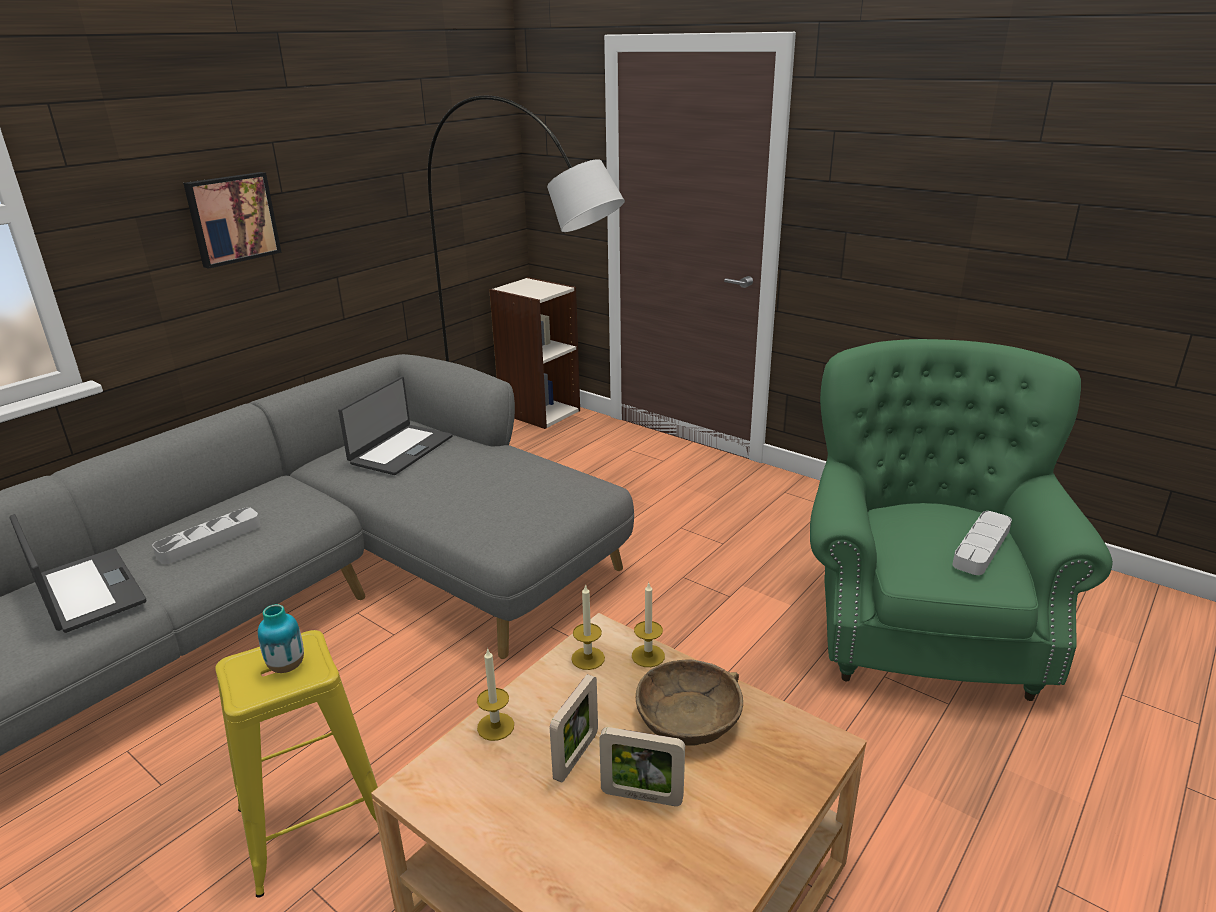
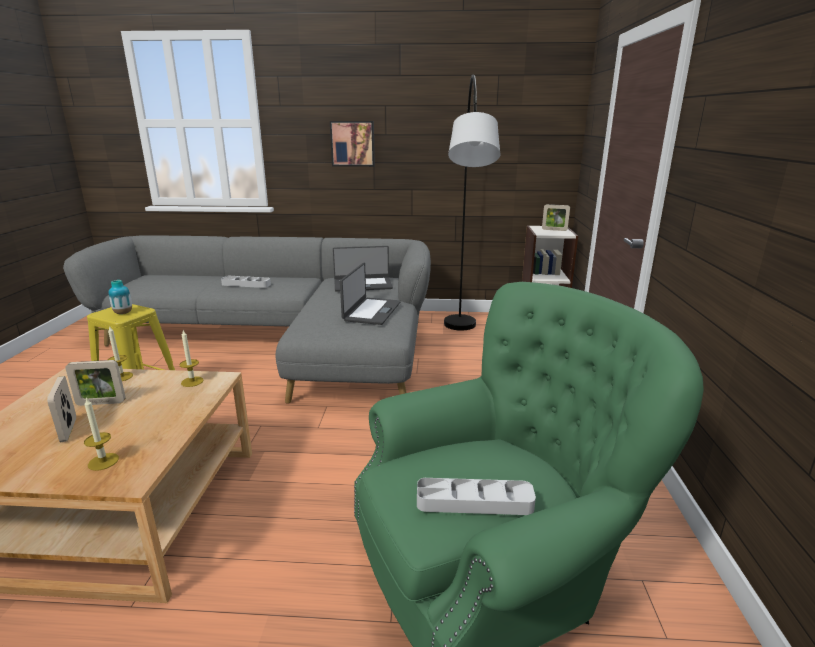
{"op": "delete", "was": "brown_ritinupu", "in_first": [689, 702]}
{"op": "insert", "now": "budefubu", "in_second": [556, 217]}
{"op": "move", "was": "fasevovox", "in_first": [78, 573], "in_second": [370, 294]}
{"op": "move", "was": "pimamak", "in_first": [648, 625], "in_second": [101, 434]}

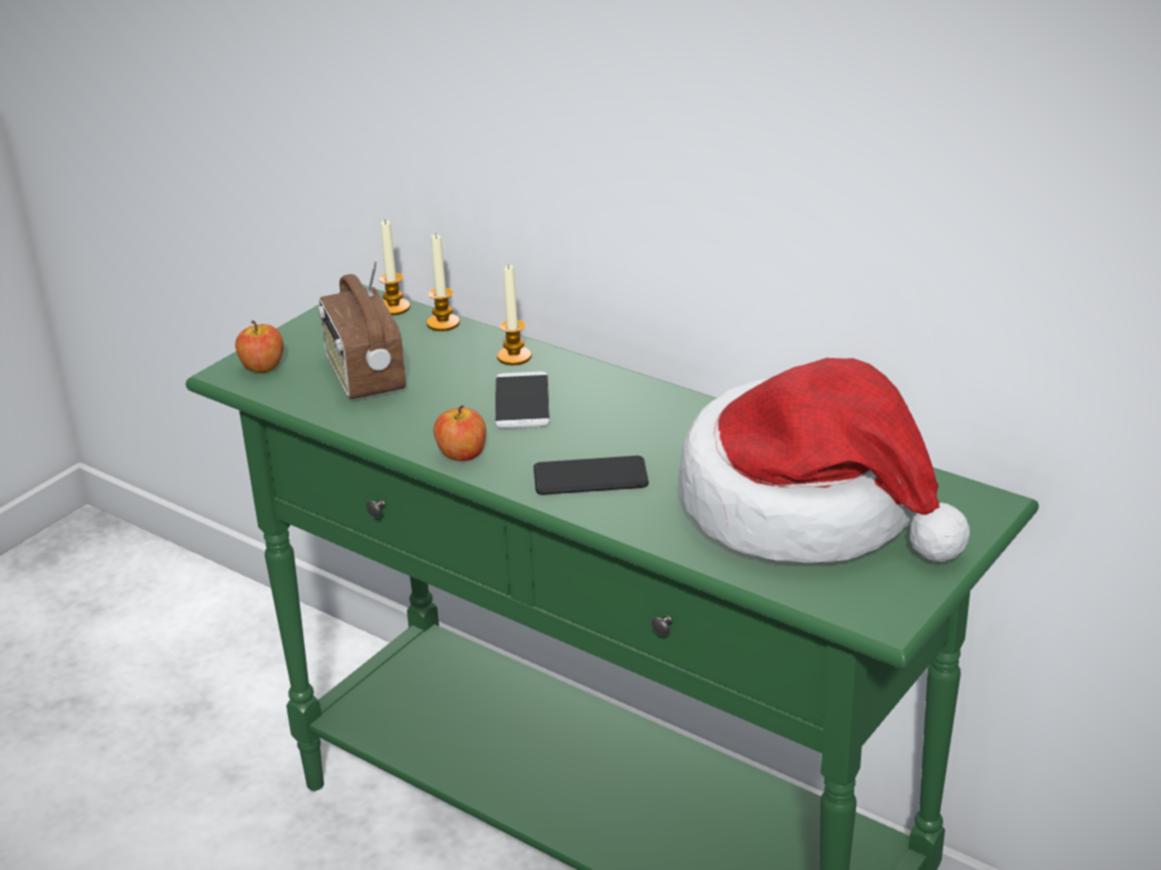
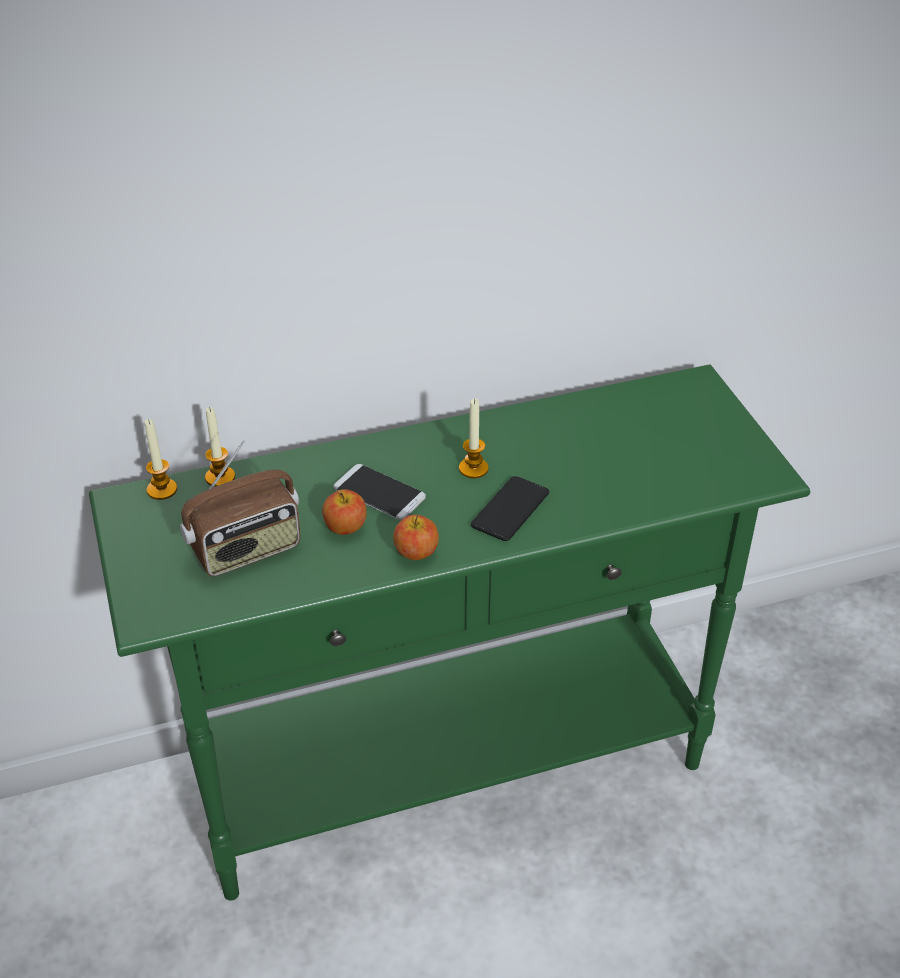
{"op": "delete", "was": "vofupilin", "in_first": [824, 460]}
{"op": "move", "was": "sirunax", "in_first": [259, 346], "in_second": [344, 512]}
{"op": "move", "was": "pimamak", "in_first": [514, 314], "in_second": [474, 438]}
{"op": "rotate", "was": "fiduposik", "in_first": [362, 329], "in_second": [240, 508], "clockwise": -45}

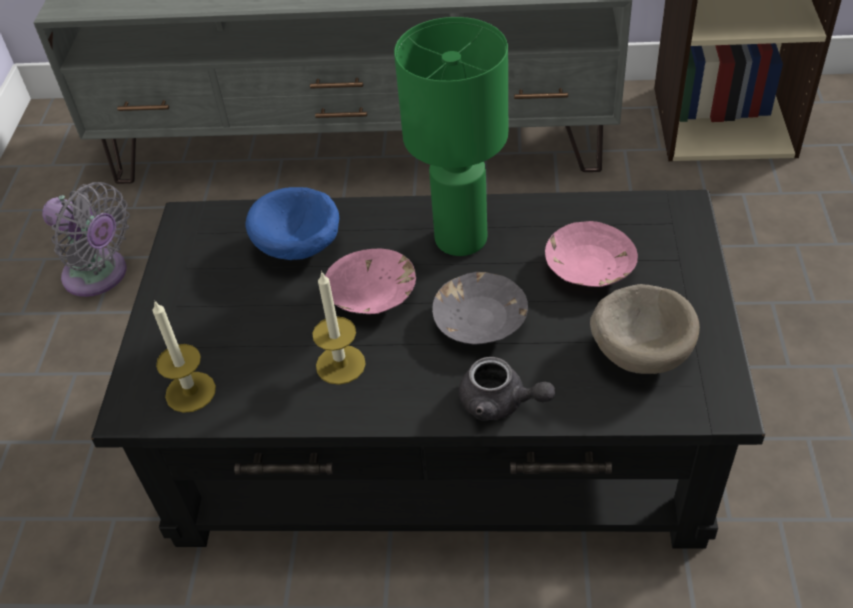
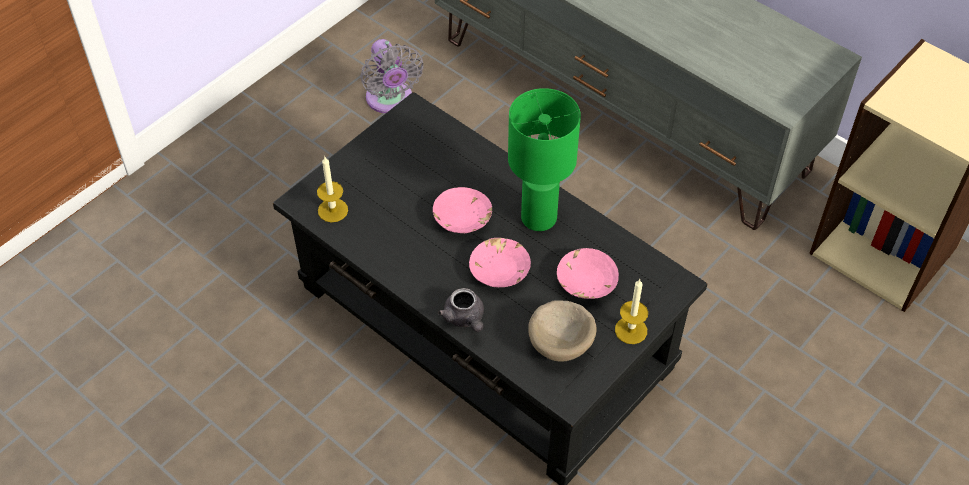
{"op": "delete", "was": "blue_ritinupu", "in_first": [292, 223]}
{"op": "move", "was": "pimamak", "in_first": [339, 328], "in_second": [631, 311]}
{"op": "recolor", "was": "grey_ritinupu", "now": "pink_ritinupu", "in_first": [480, 308], "in_second": [500, 262]}

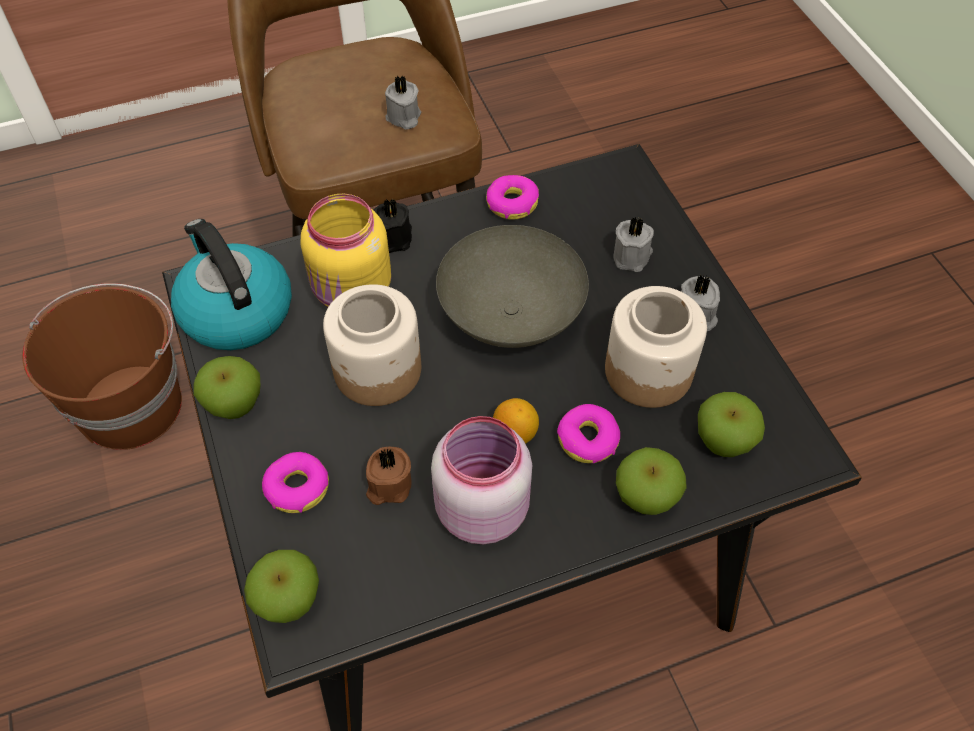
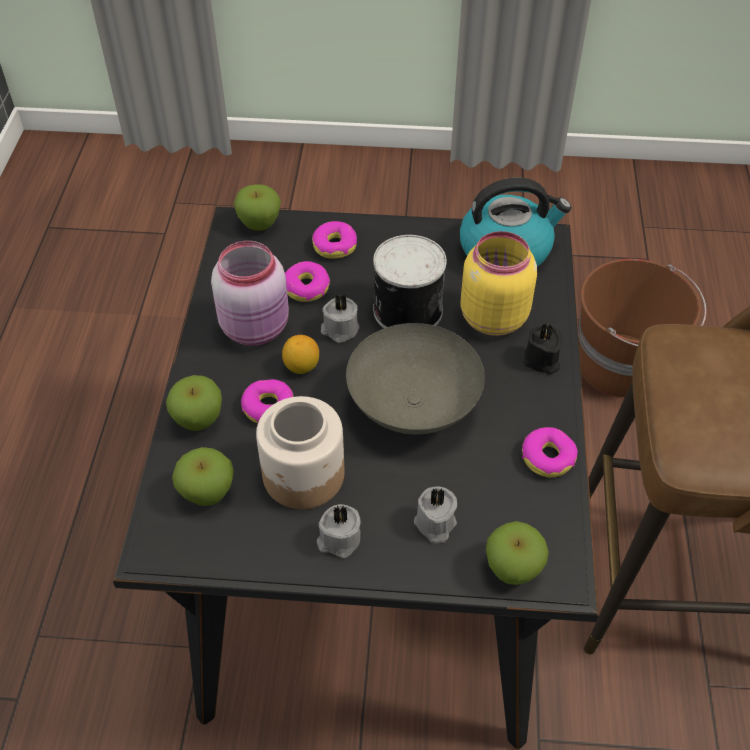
{"op": "move", "was": "sirunax", "in_first": [227, 387], "in_second": [517, 553]}
{"op": "move", "was": "grey_pimamak", "in_first": [403, 102], "in_second": [340, 318]}
{"op": "replace", "was": "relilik", "now": "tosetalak", "in_first": [372, 345], "in_second": [410, 281]}
{"op": "replace", "was": "brown_pimamak", "now": "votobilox", "in_first": [389, 476], "in_second": [307, 281]}

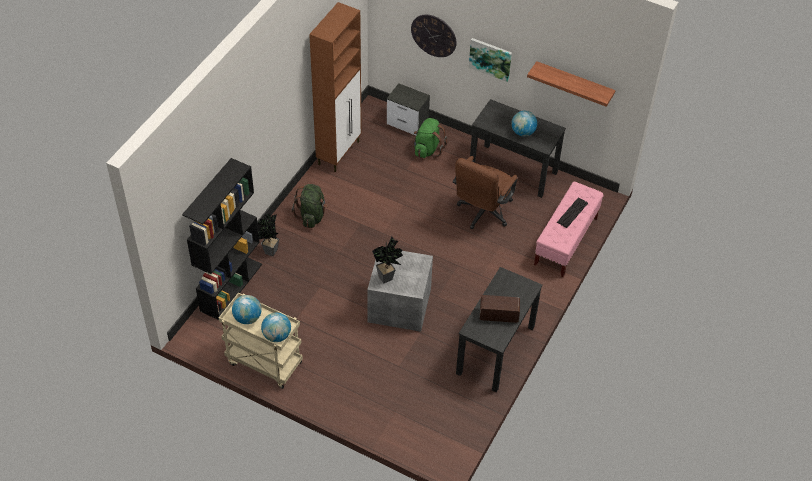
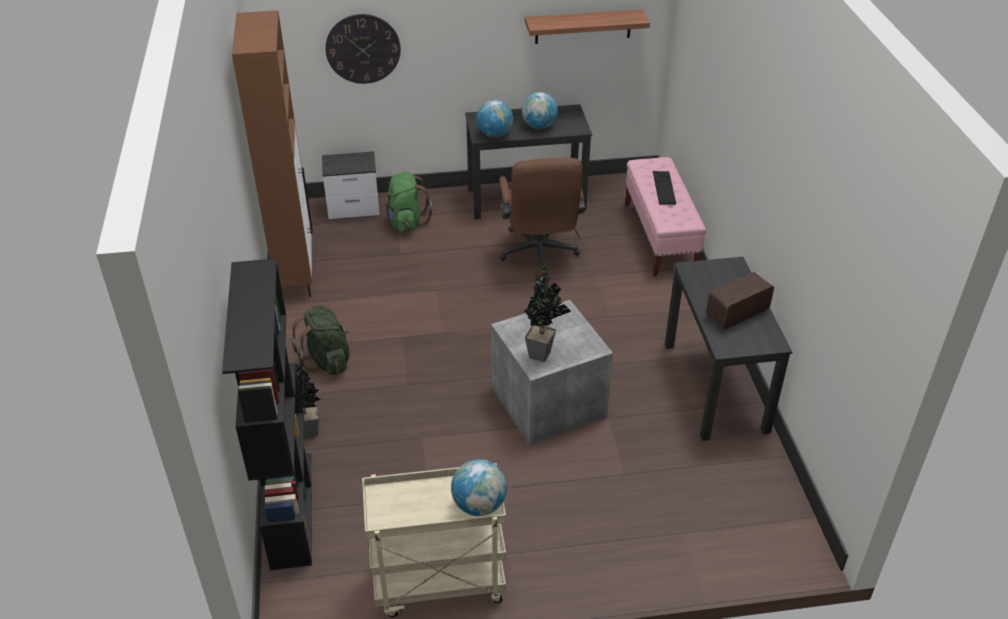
{"op": "delete", "was": "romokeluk", "in_first": [490, 60]}
{"op": "move", "was": "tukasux", "in_first": [246, 309], "in_second": [494, 118]}

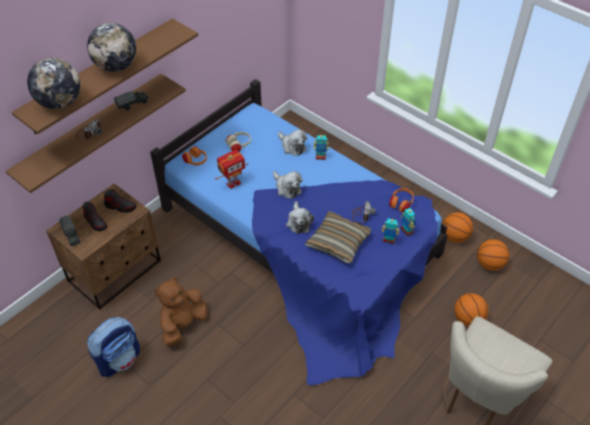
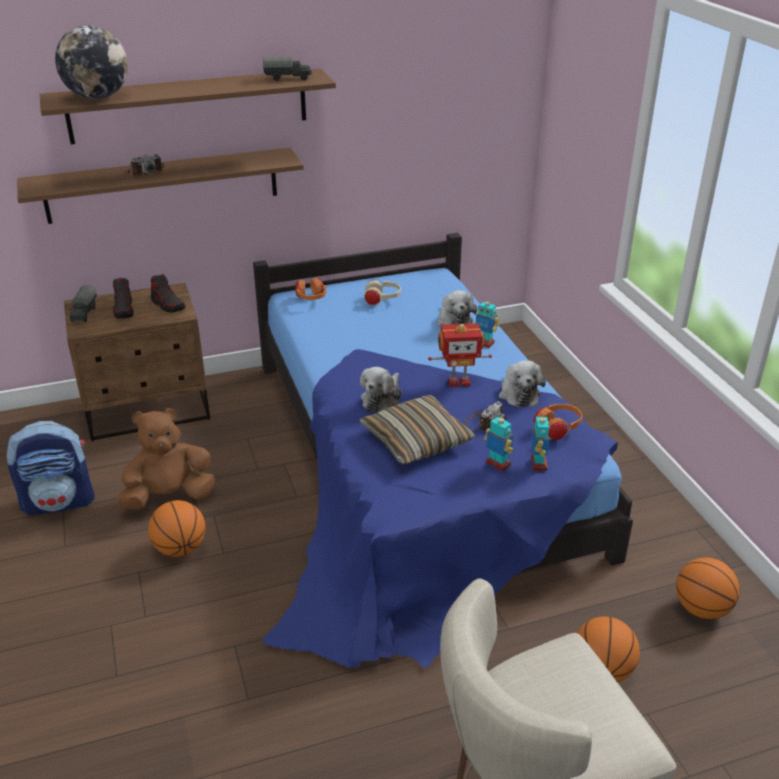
{"op": "delete", "was": "tukasux", "in_first": [111, 47]}
{"op": "move", "was": "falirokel", "in_first": [131, 100], "in_second": [287, 68]}
{"op": "move", "was": "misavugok", "in_first": [231, 169], "in_second": [460, 355]}
{"op": "move", "was": "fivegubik", "in_first": [287, 185], "in_second": [522, 383]}
{"op": "move", "was": "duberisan", "in_first": [458, 227], "in_second": [177, 528]}

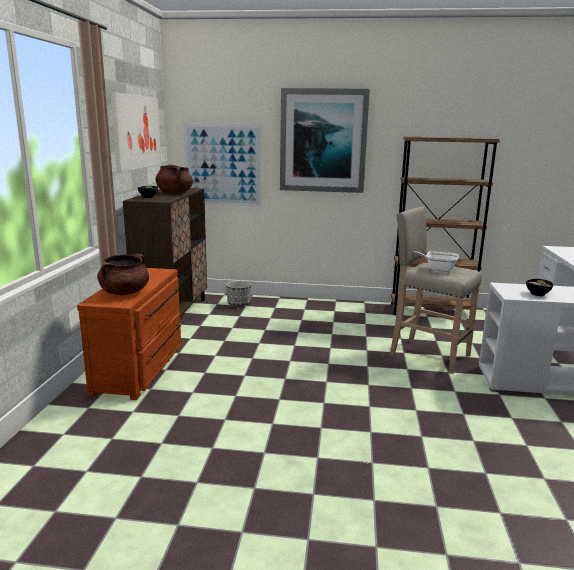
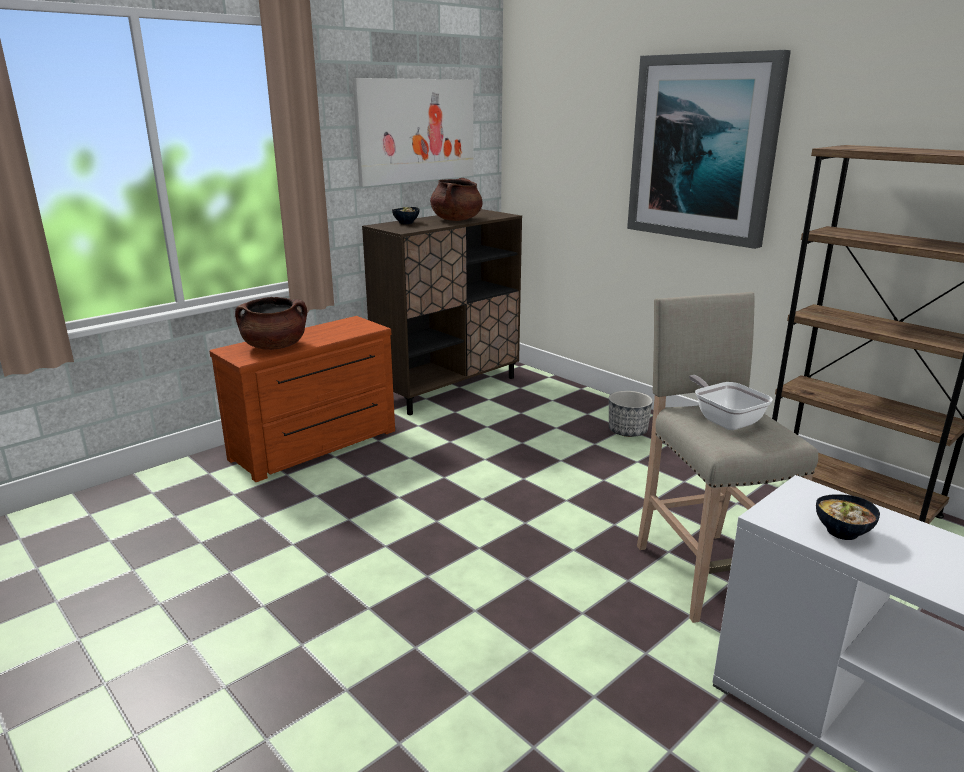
{"op": "delete", "was": "romokeluk", "in_first": [223, 165]}
{"op": "move", "was": "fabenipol", "in_first": [239, 294], "in_second": [631, 414]}

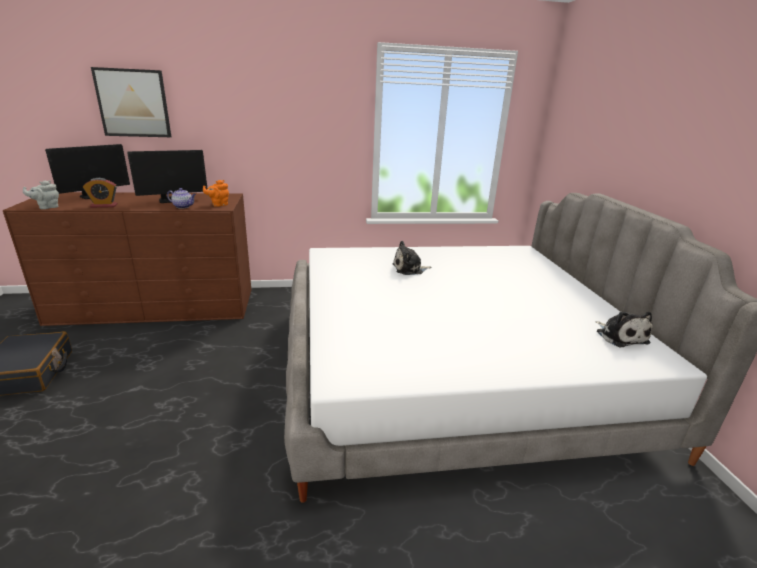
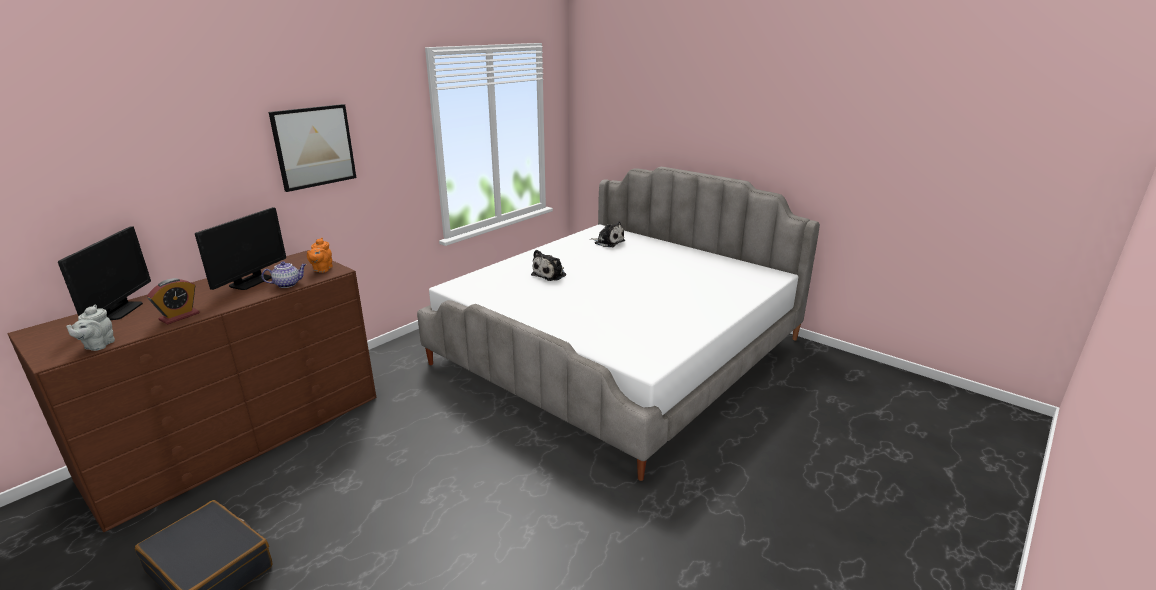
{"op": "move", "was": "romokeluk", "in_first": [131, 102], "in_second": [312, 148]}
{"op": "move", "was": "fivegubik", "in_first": [624, 329], "in_second": [607, 234]}

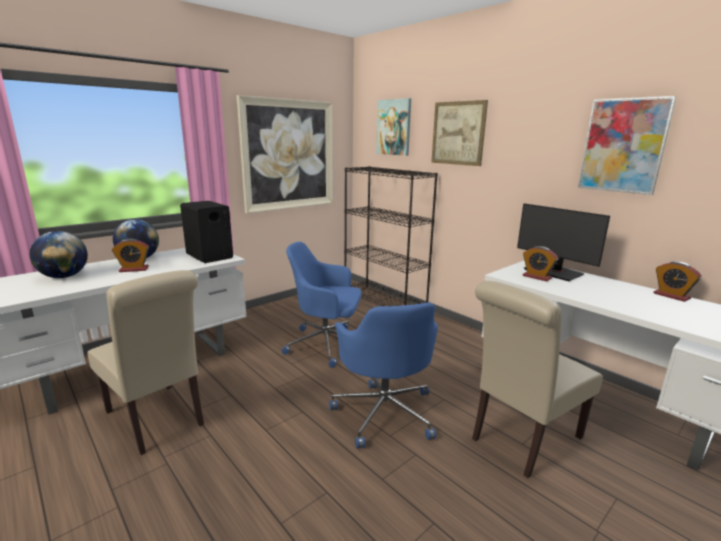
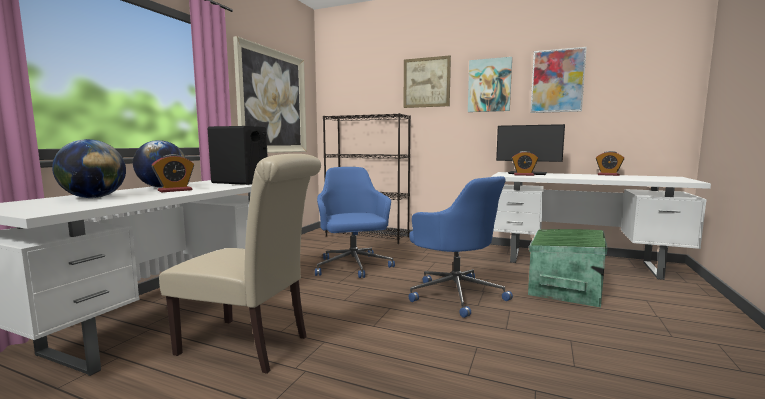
{"op": "move", "was": "romokeluk", "in_first": [393, 127], "in_second": [490, 84]}
{"op": "replace", "was": "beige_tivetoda", "now": "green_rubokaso", "in_first": [537, 379], "in_second": [567, 268]}
{"op": "rotate", "was": "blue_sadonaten", "in_first": [322, 305], "in_second": [355, 222], "clockwise": 90}

